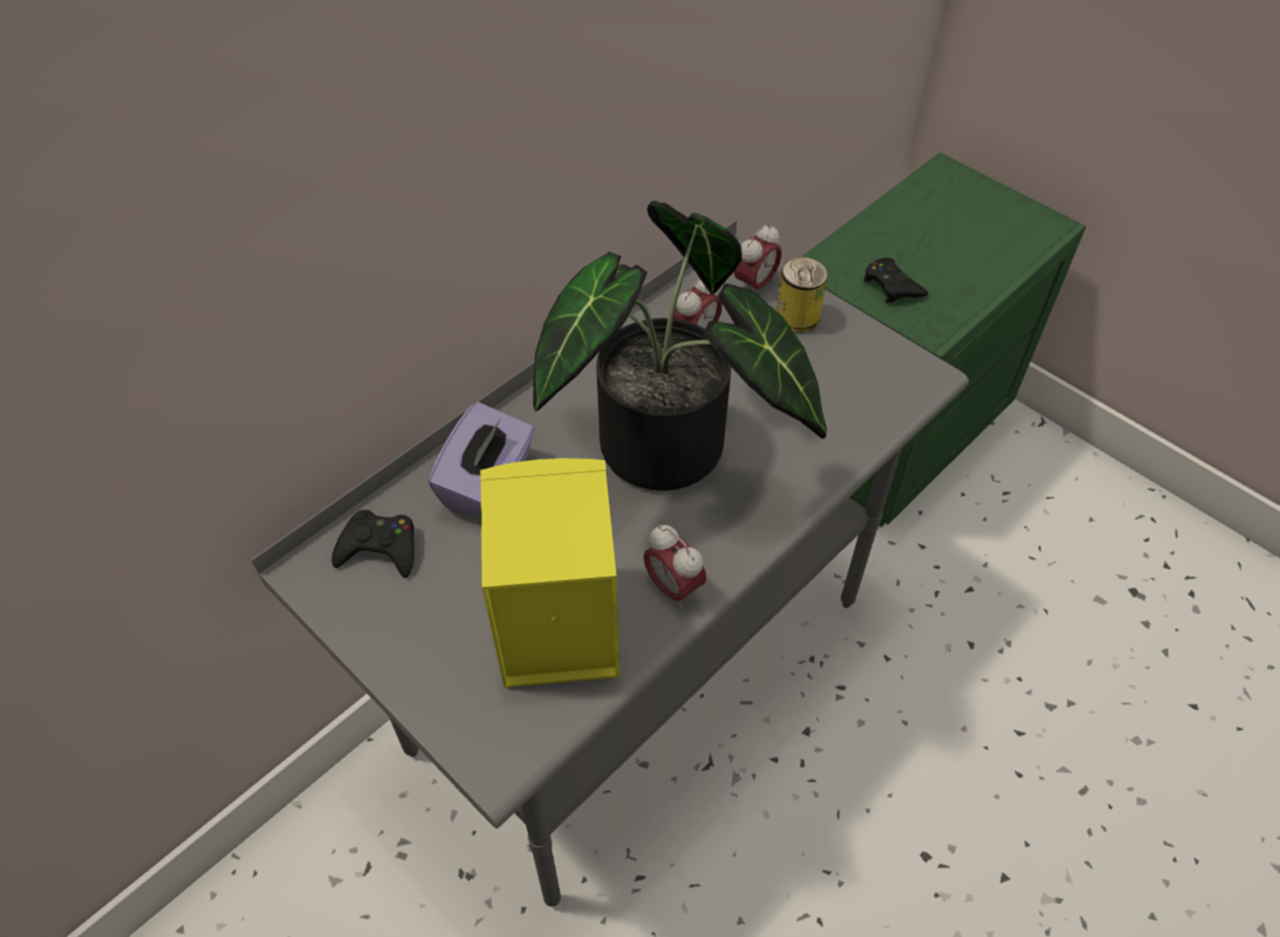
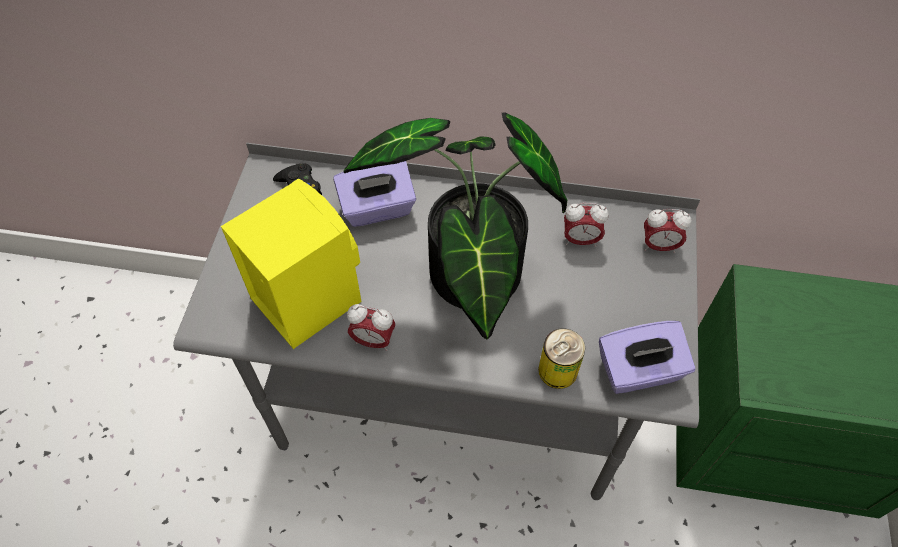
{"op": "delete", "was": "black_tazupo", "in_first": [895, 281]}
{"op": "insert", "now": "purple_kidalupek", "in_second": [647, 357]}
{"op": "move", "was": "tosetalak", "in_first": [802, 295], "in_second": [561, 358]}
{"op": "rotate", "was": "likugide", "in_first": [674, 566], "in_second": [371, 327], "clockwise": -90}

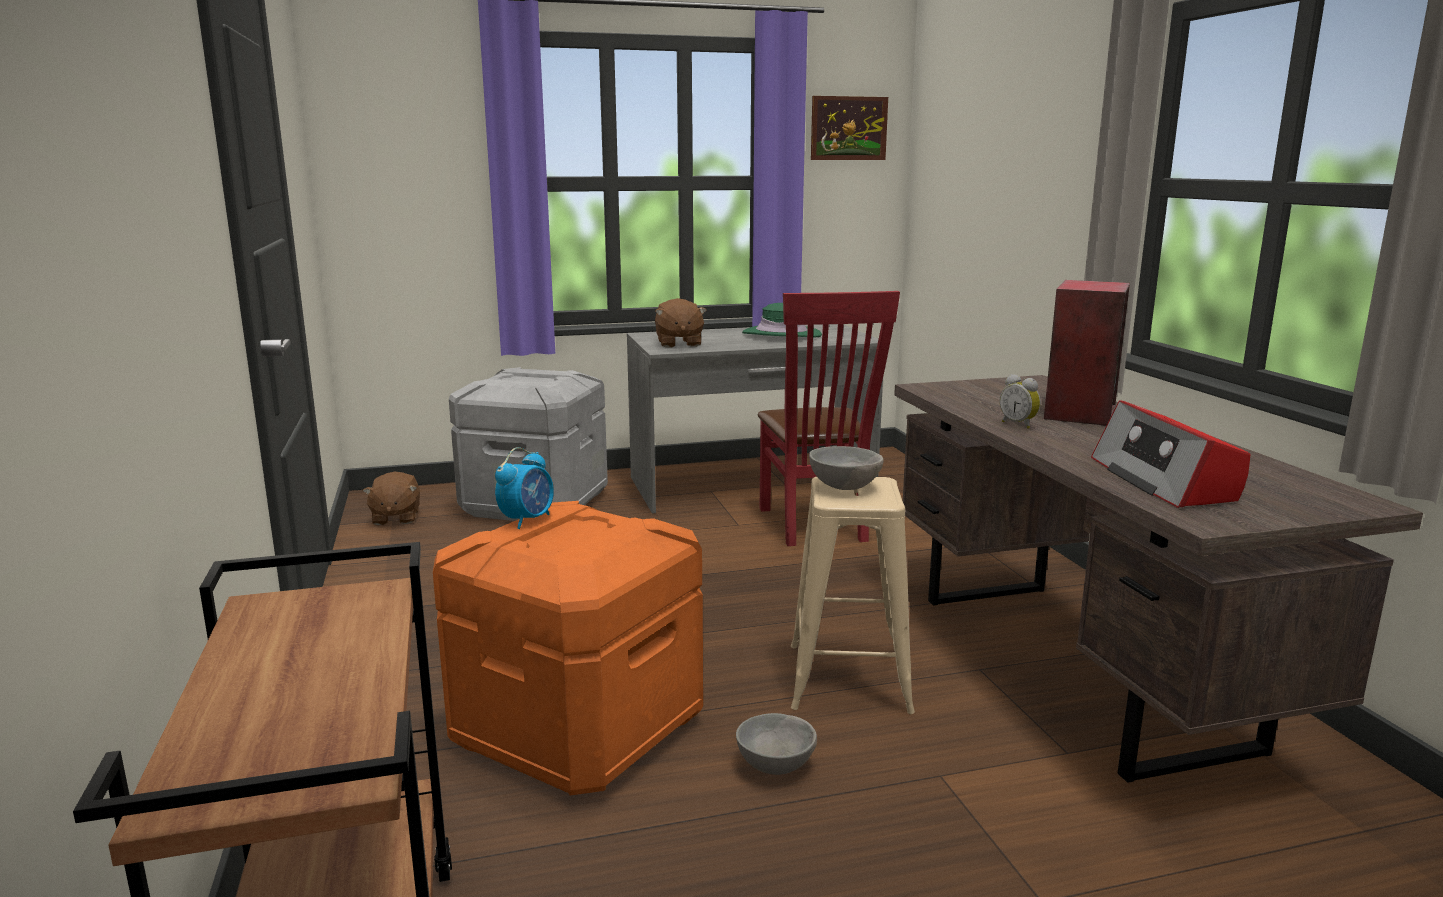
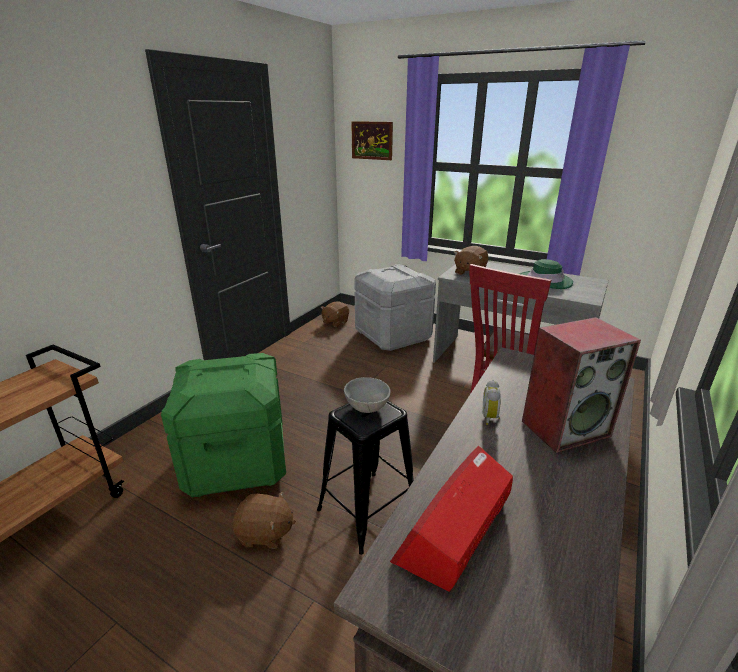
{"op": "delete", "was": "likugide", "in_first": [524, 488]}
{"op": "move", "was": "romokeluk", "in_first": [849, 128], "in_second": [372, 140]}
{"op": "replace", "was": "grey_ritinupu", "now": "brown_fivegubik", "in_first": [776, 744], "in_second": [264, 519]}
{"op": "recolor", "was": "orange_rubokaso", "now": "green_rubokaso", "in_first": [568, 648], "in_second": [223, 425]}
{"op": "recolor", "was": "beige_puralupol", "now": "black_puralupol", "in_first": [853, 595], "in_second": [365, 478]}

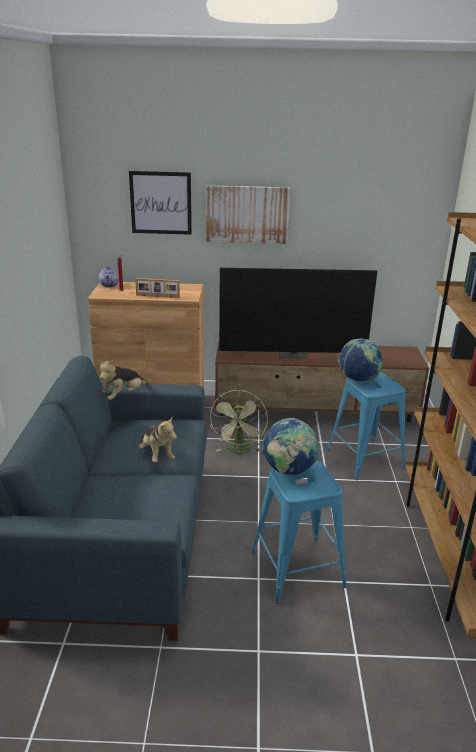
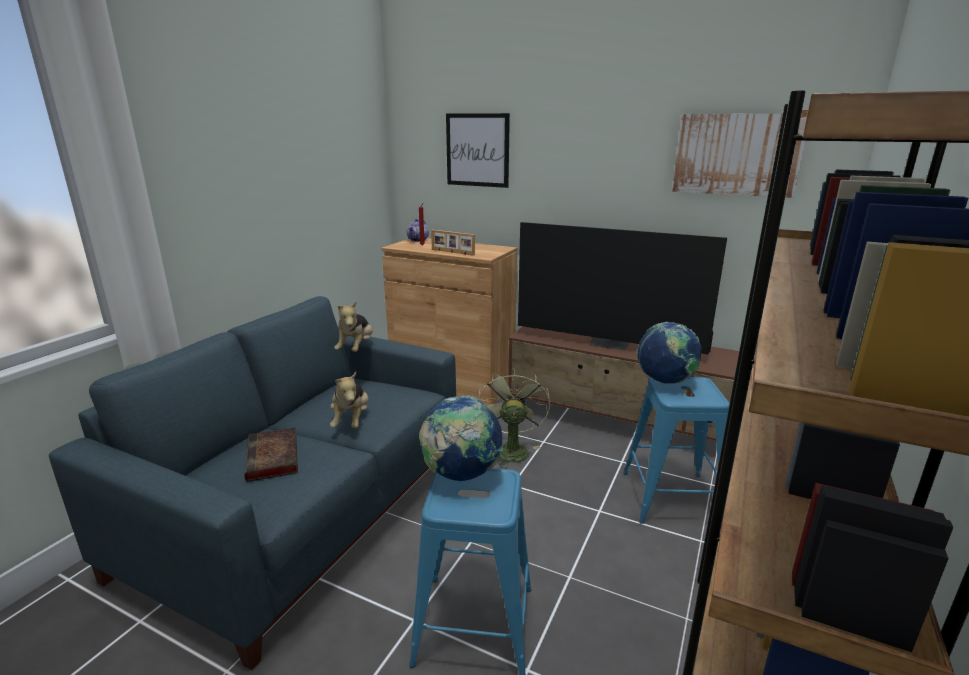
{"op": "insert", "now": "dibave", "in_second": [271, 454]}
{"op": "move", "was": "romokeluk", "in_first": [248, 214], "in_second": [738, 156]}
{"op": "rotate", "was": "fivegubik", "in_first": [123, 380], "in_second": [353, 326], "clockwise": -60}
{"op": "rotate", "was": "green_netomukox", "in_first": [239, 422], "in_second": [514, 418], "clockwise": 150}

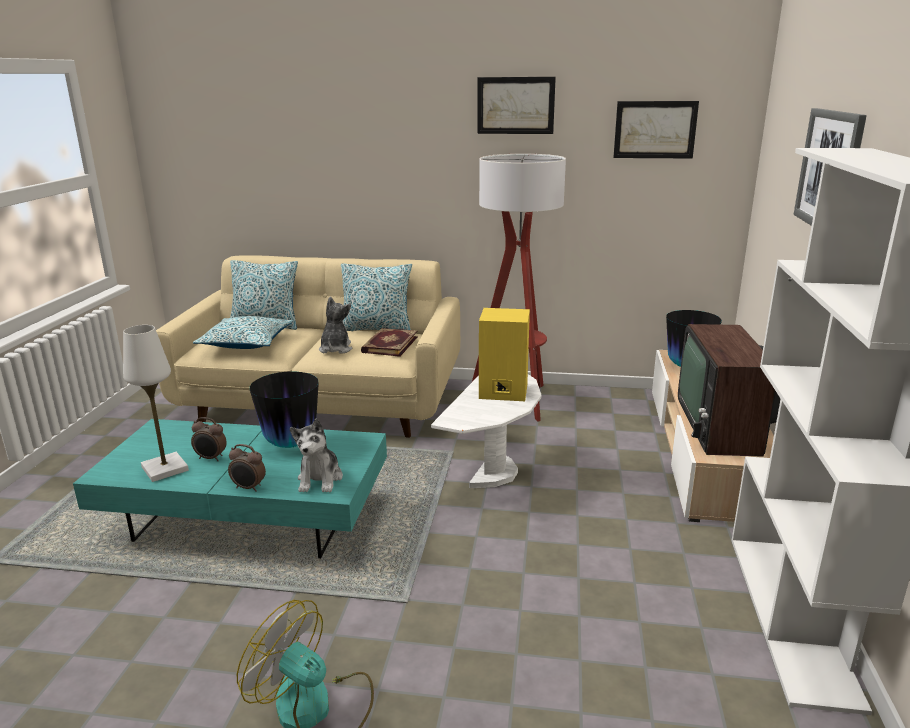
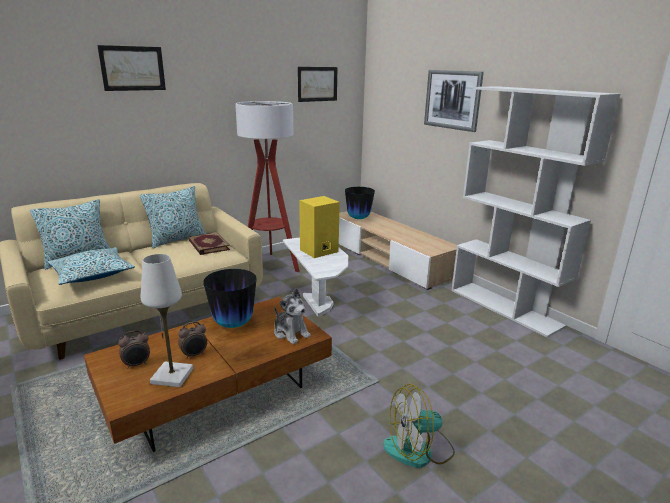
{"op": "delete", "was": "fivegubik", "in_first": [335, 325]}
{"op": "delete", "was": "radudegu", "in_first": [729, 390]}
{"op": "move", "was": "likugide", "in_first": [247, 468], "in_second": [134, 349]}
{"op": "move", "was": "romokeluk", "in_first": [516, 105], "in_second": [131, 68]}
{"op": "recolor", "was": "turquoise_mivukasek", "now": "brown_mivukasek", "in_first": [230, 488], "in_second": [208, 374]}

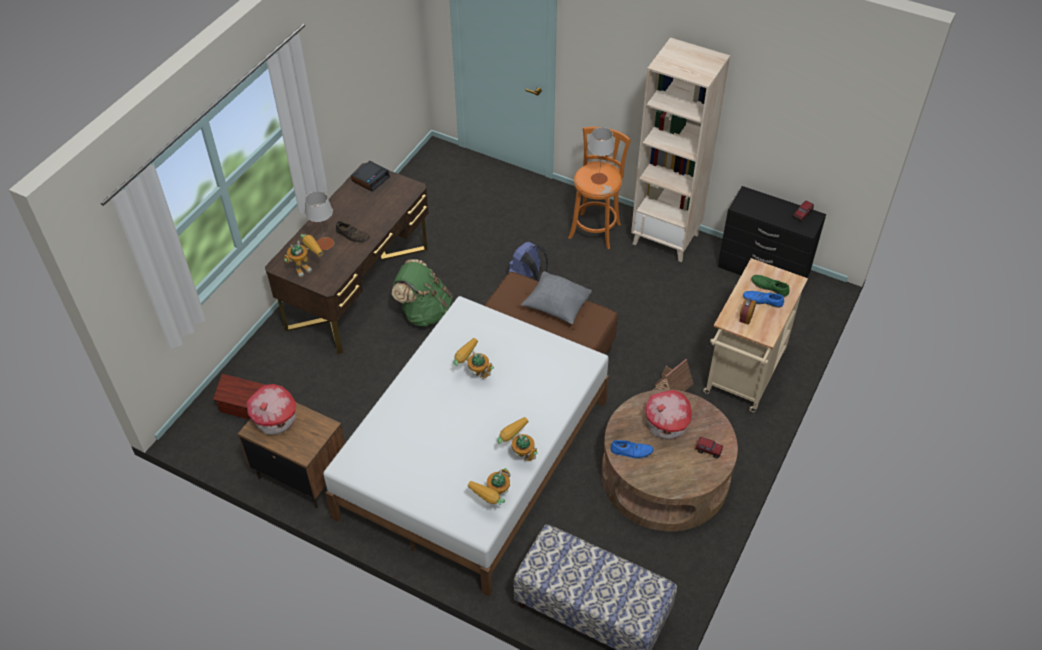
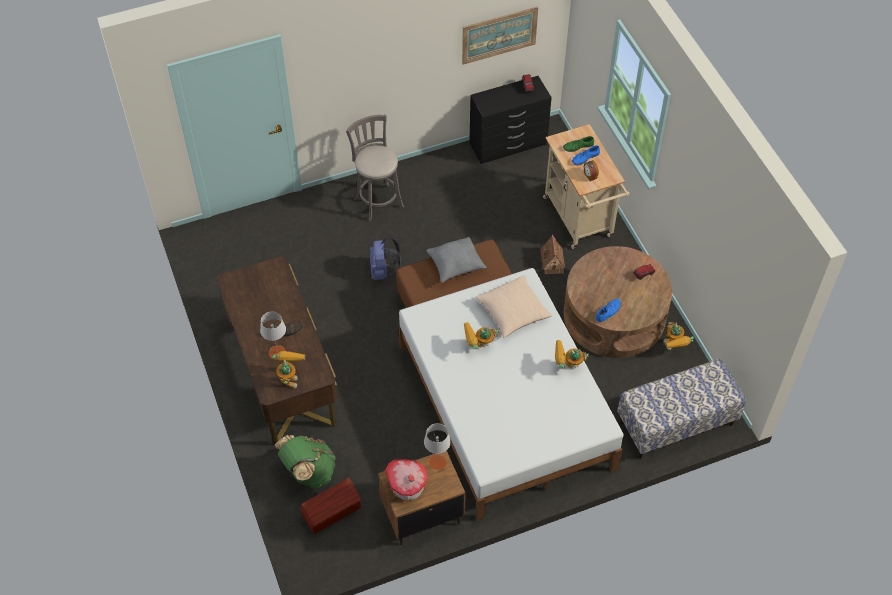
{"op": "delete", "was": "likugide", "in_first": [370, 176]}
{"op": "delete", "was": "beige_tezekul", "in_first": [680, 149]}
{"op": "delete", "was": "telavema", "in_first": [668, 415]}
{"op": "insert", "now": "romokeluk", "in_second": [500, 35]}
{"op": "insert", "now": "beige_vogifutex", "in_second": [513, 306]}
{"op": "move", "was": "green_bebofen", "in_first": [422, 293], "in_second": [305, 461]}
{"op": "move", "was": "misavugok", "in_first": [489, 486], "in_second": [678, 336]}
{"op": "move", "was": "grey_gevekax", "in_first": [601, 155], "in_second": [437, 447]}
{"op": "recolor", "was": "orange_puralupol", "now": "grey_puralupol", "in_first": [599, 188], "in_second": [375, 168]}

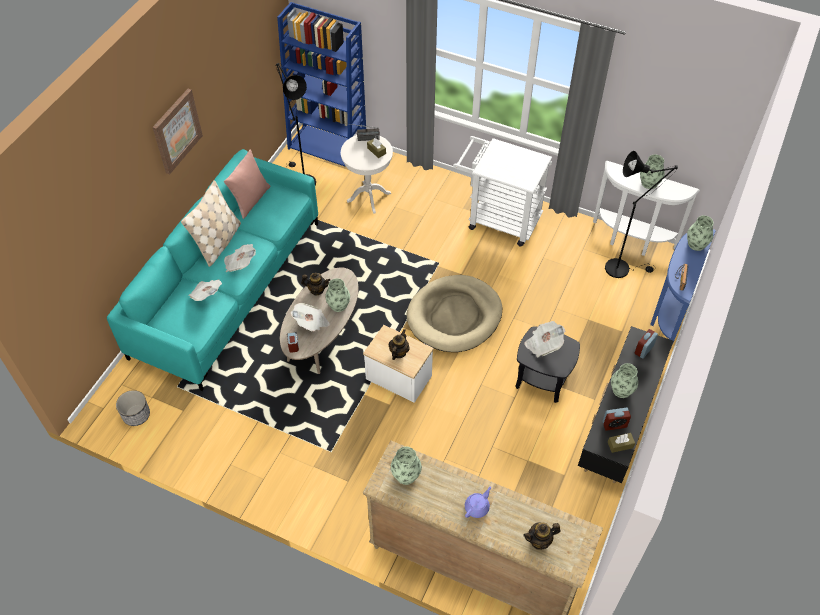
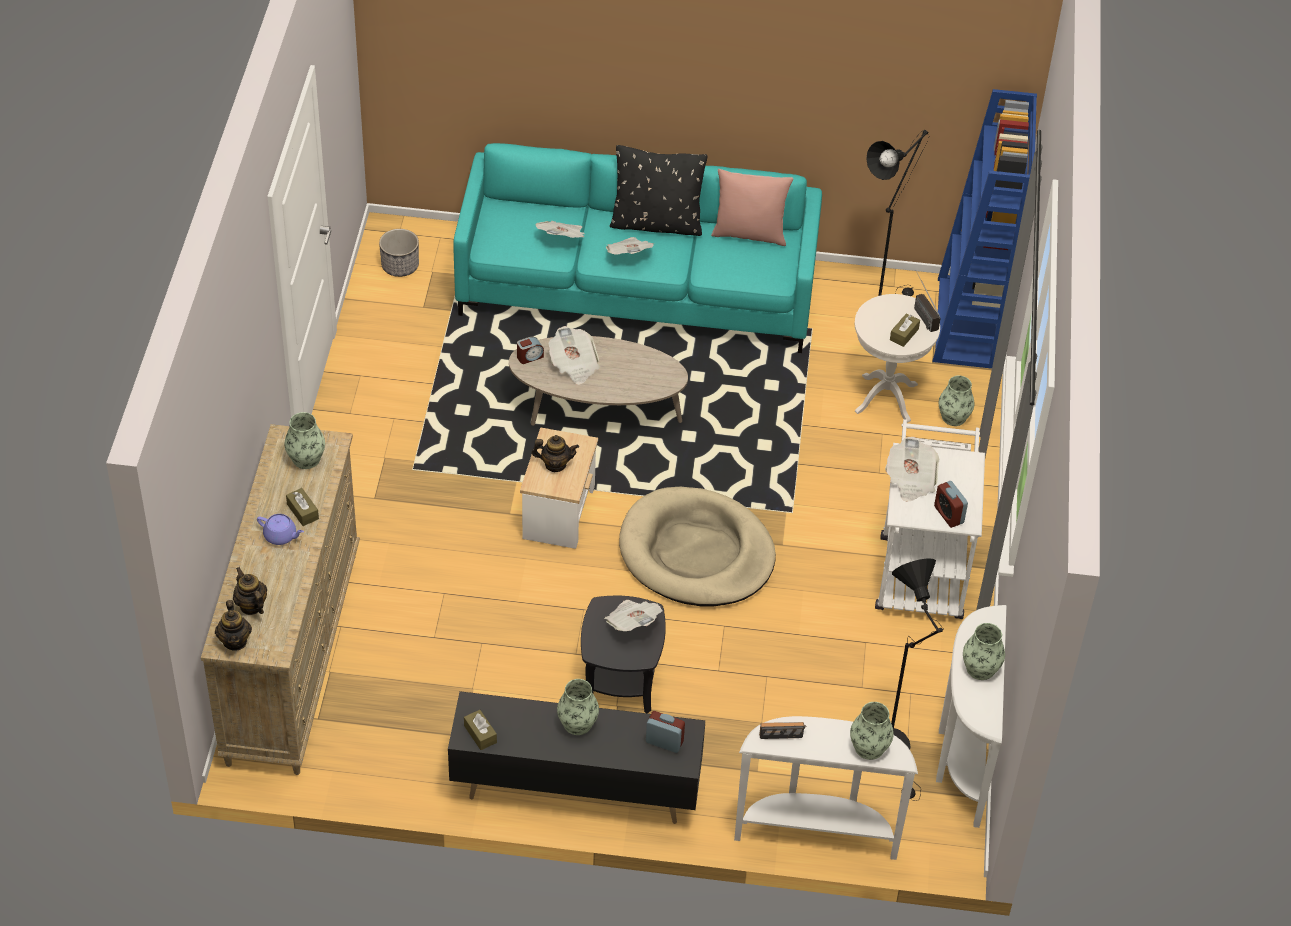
{"op": "delete", "was": "romokeluk", "in_first": [178, 131]}
{"op": "insert", "now": "brown_kidalupek", "in_second": [302, 507]}
{"op": "insert", "now": "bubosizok", "in_second": [912, 469]}
{"op": "move", "was": "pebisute", "in_first": [315, 284], "in_second": [233, 625]}
{"op": "move", "was": "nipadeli", "in_first": [337, 295], "in_second": [957, 400]}
{"op": "move", "was": "likugide", "in_first": [616, 419], "in_second": [951, 504]}
{"op": "recolor", "was": "beige_vogifutex", "now": "black_vogifutex", "in_first": [211, 223], "in_second": [659, 190]}
{"op": "recolor", "was": "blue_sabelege", "now": "white_sabelege", "in_first": [683, 289], "in_second": [826, 788]}

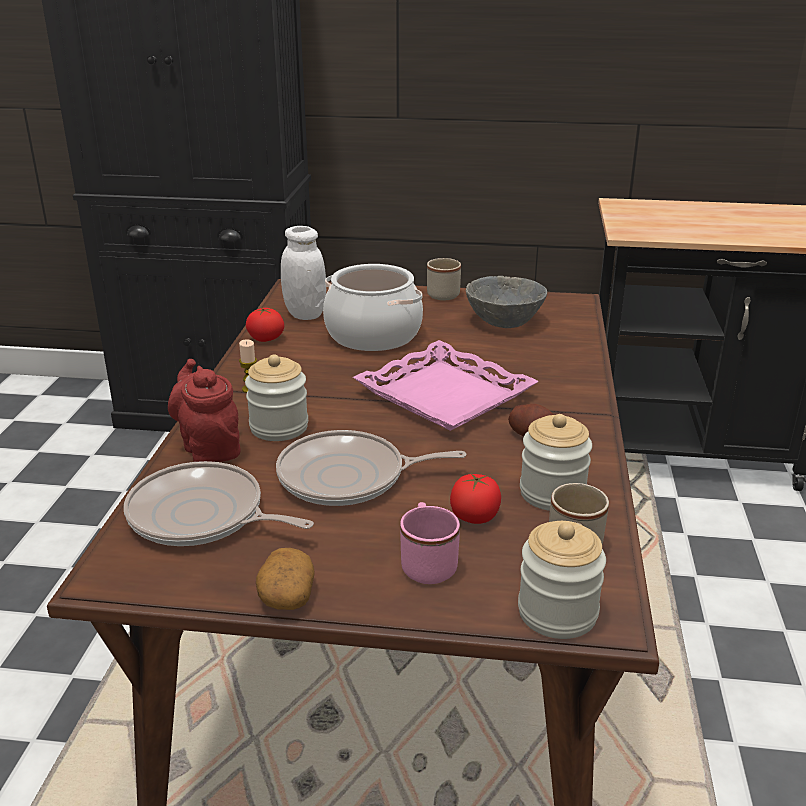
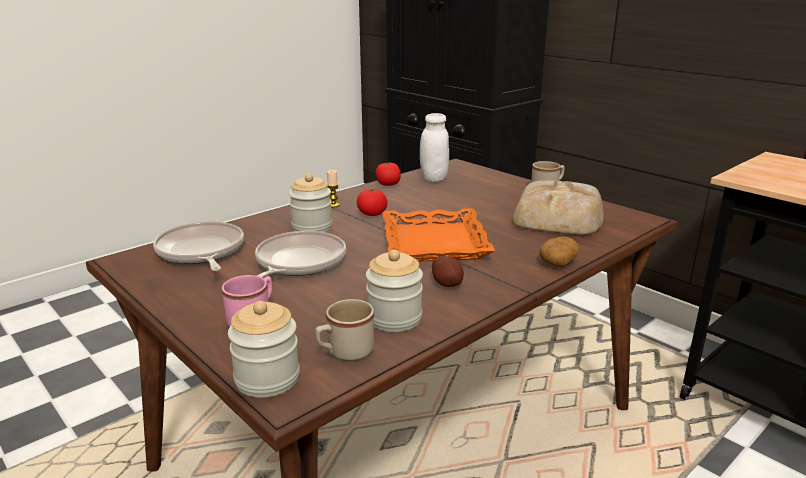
{"op": "delete", "was": "red_pebisute", "in_first": [204, 410]}
{"op": "delete", "was": "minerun", "in_first": [373, 307]}
{"op": "move", "was": "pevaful", "in_first": [285, 579], "in_second": [560, 251]}
{"op": "move", "was": "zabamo", "in_first": [475, 498], "in_second": [372, 202]}
{"op": "replace", "was": "grey_ritinupu", "now": "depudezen", "in_first": [506, 302], "in_second": [558, 207]}
{"op": "recolor", "was": "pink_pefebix", "now": "orange_pefebix", "in_first": [446, 385], "in_second": [439, 235]}
{"op": "rotate", "was": "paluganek", "in_first": [371, 468], "in_second": [300, 254], "clockwise": 75}

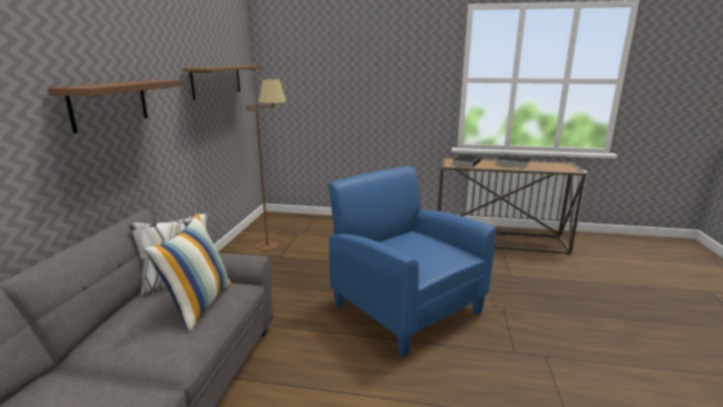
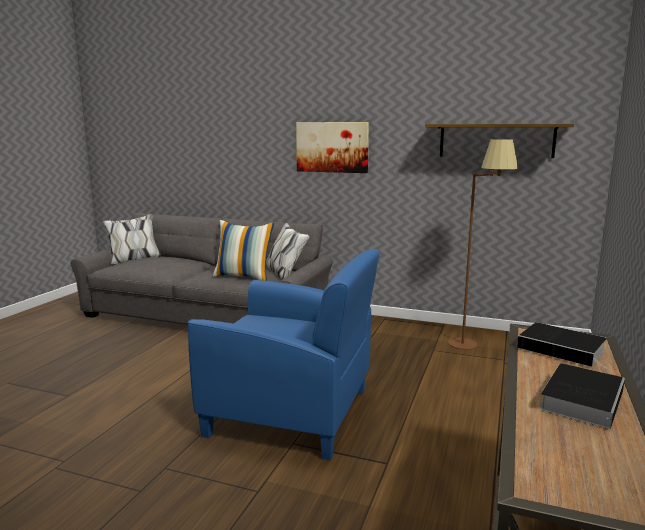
{"op": "replace", "was": "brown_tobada", "now": "romokeluk", "in_first": [115, 107], "in_second": [332, 147]}
{"op": "rotate", "was": "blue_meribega", "in_first": [412, 261], "in_second": [284, 354], "clockwise": 45}

